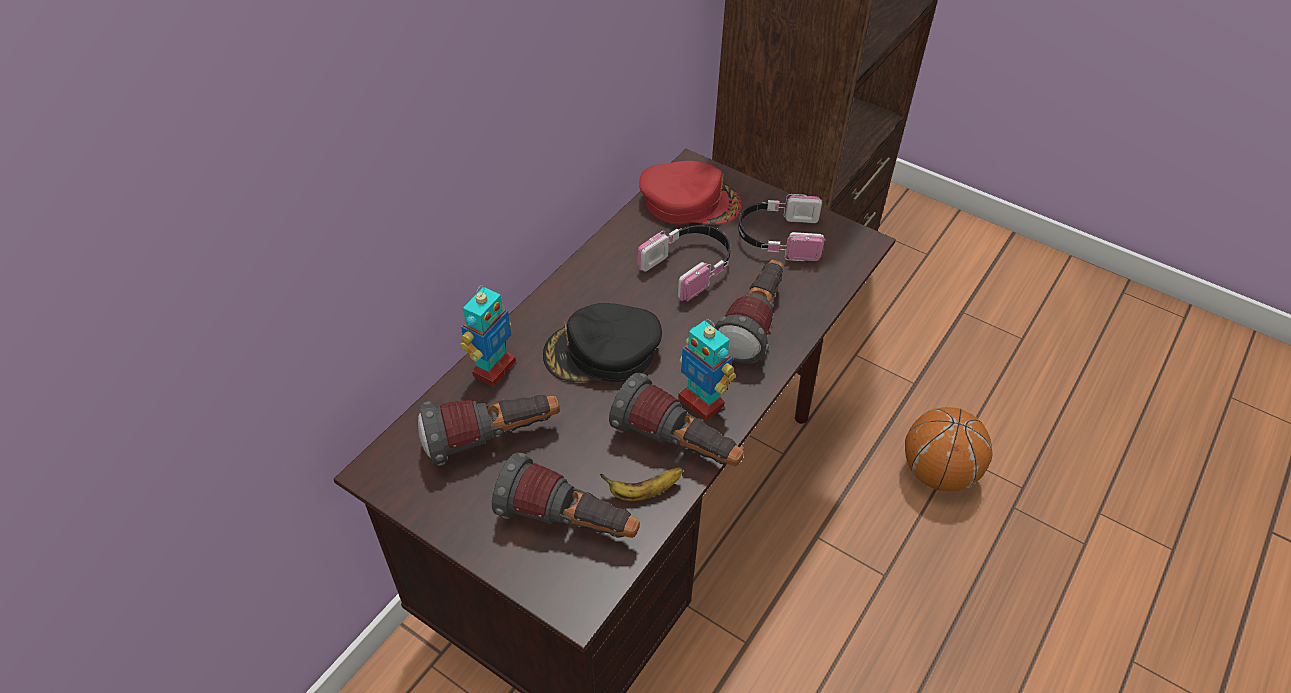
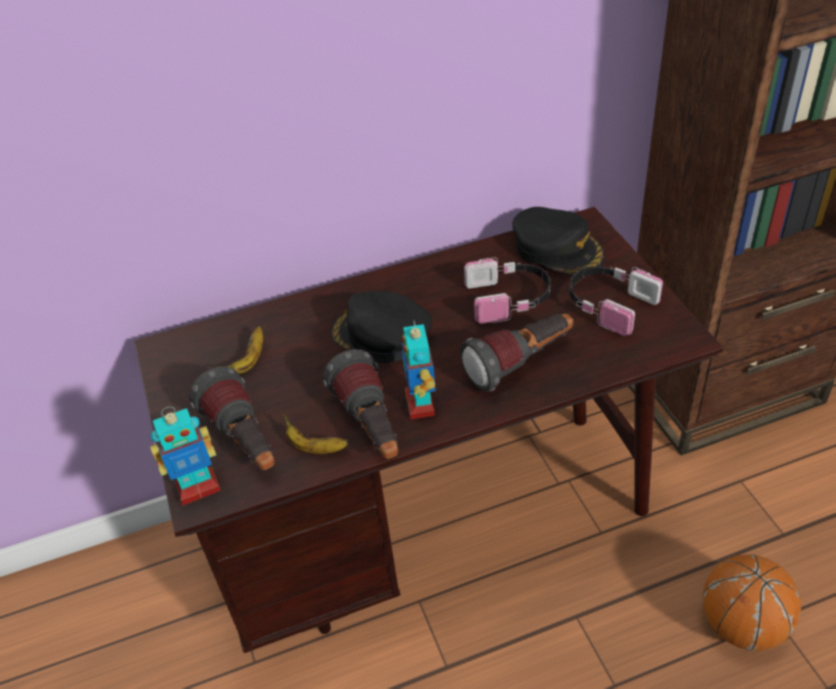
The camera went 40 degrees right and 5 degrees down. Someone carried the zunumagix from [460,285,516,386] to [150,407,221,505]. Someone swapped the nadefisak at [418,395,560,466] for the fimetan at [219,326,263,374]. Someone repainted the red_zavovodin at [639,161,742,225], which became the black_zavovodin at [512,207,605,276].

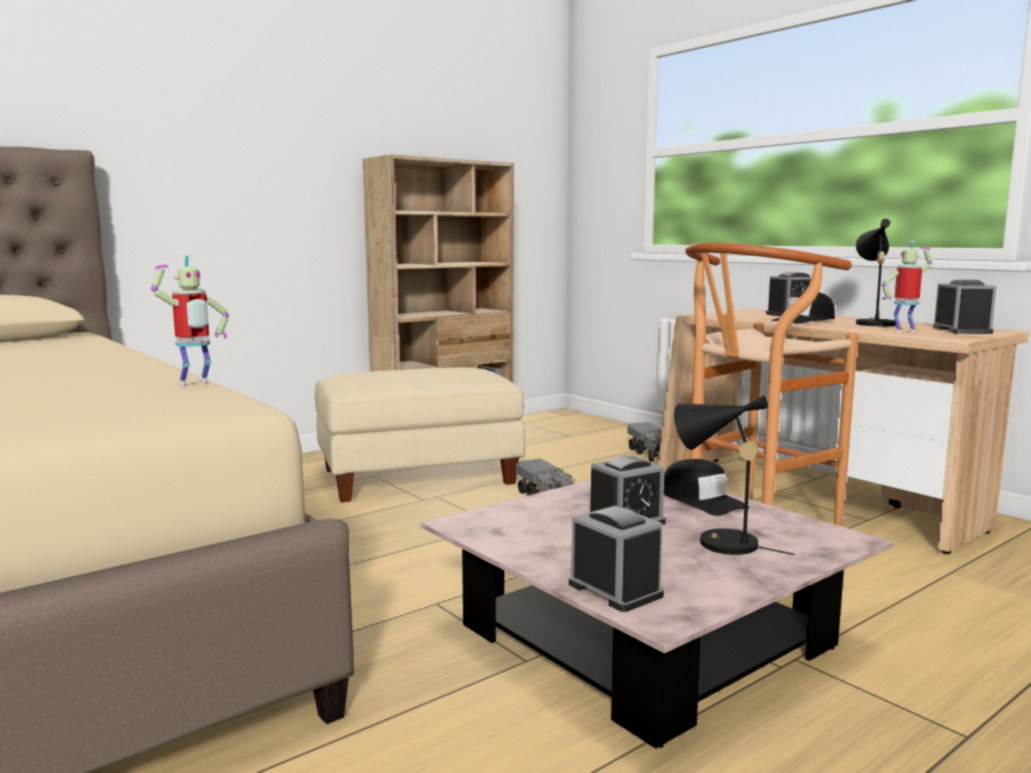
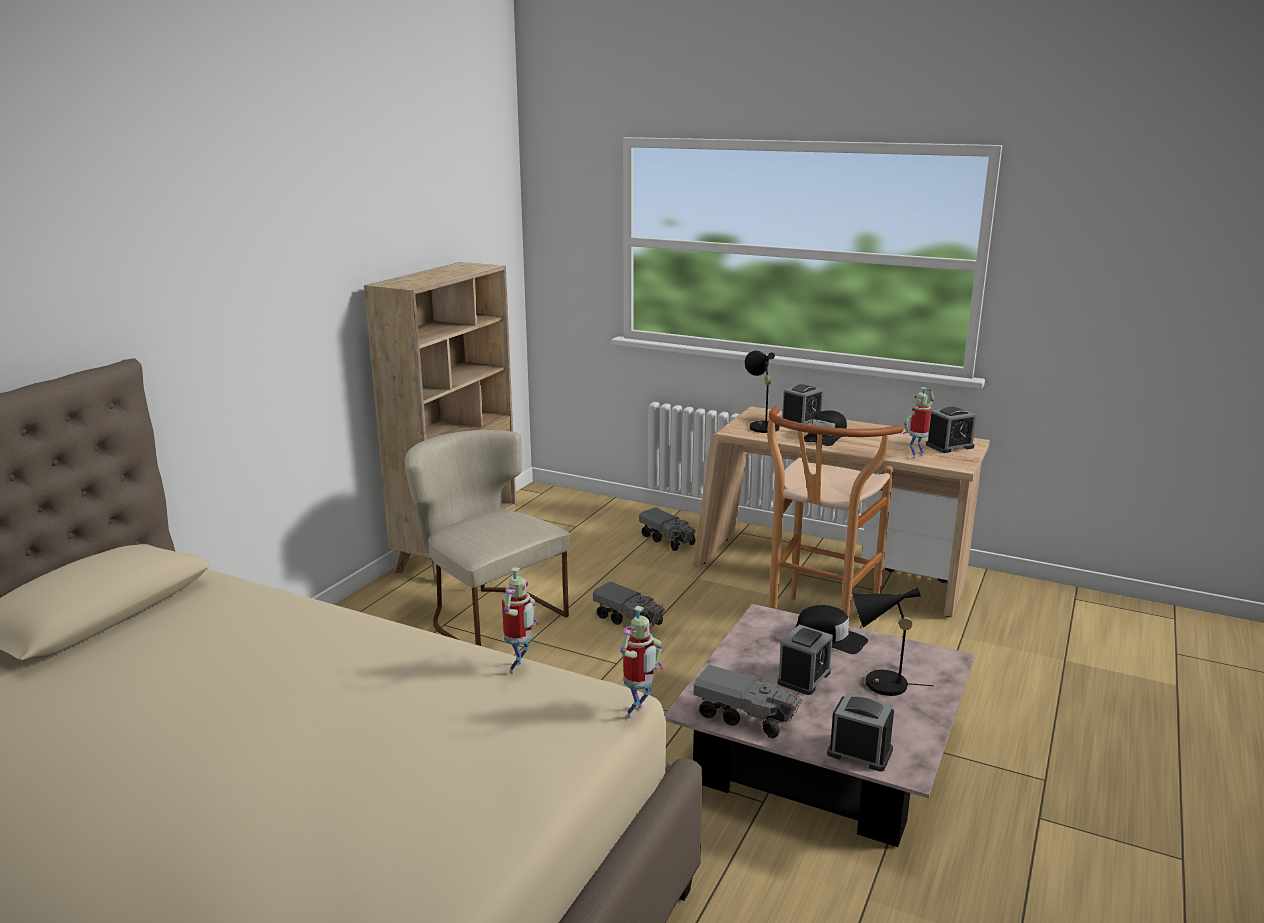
The camera went 25 degrees left and 10 degrees up. Someone swapped the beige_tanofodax at [315,367,525,502] for the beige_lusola at [405,430,570,646]. Someone put down the zunumagix at [620,606,663,719]. Someone put down the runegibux at [694,665,802,738]. Someone carried the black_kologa from [856,219,896,328] to [745,351,779,438]. Someone rotated the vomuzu at [933,280,997,334] by 90 degrees clockwise.

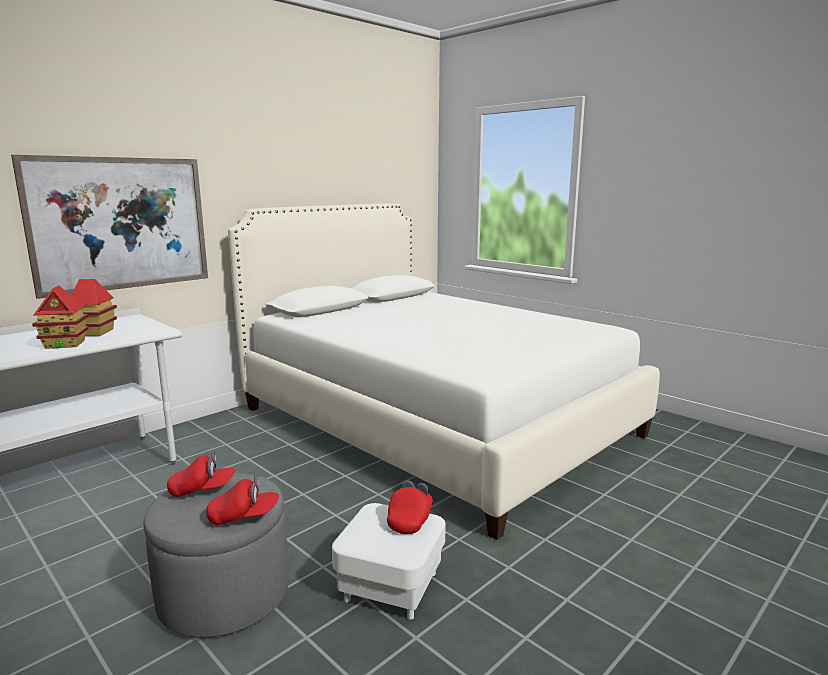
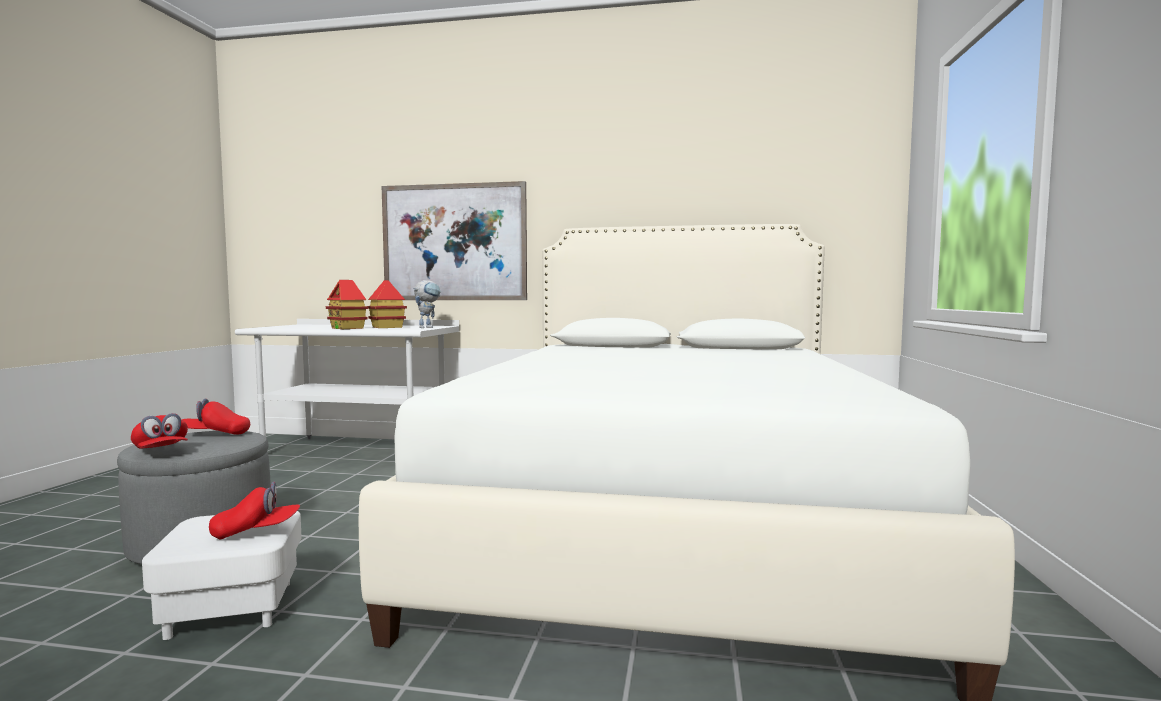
The camera went 55 degrees right and 10 degrees down. Someone rotated the red_zavovodin at [167,451,235,497] by 120 degrees clockwise. Someone put down the zunumagix at [413,280,441,328].

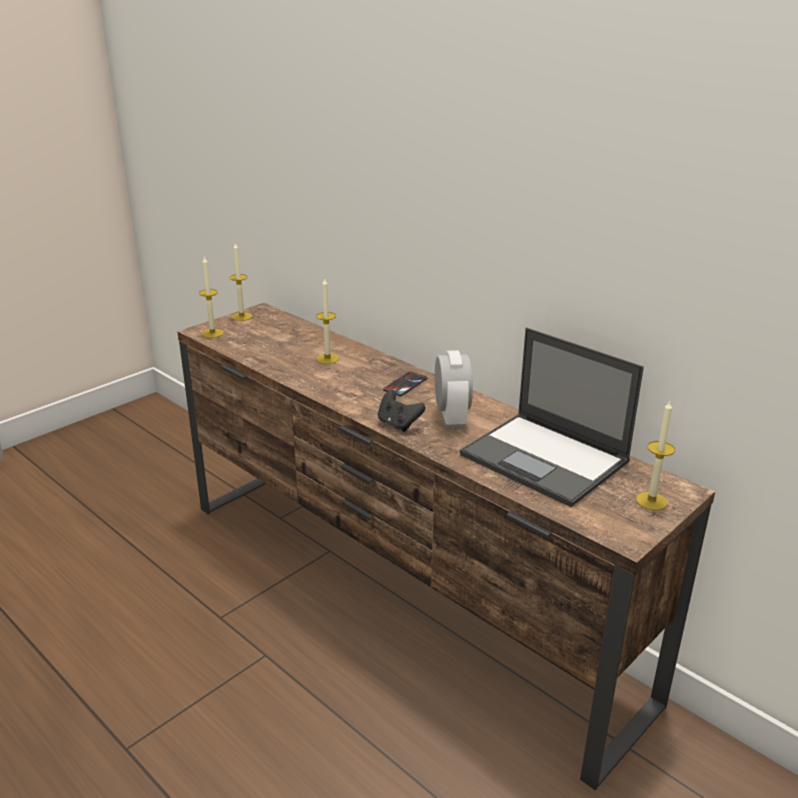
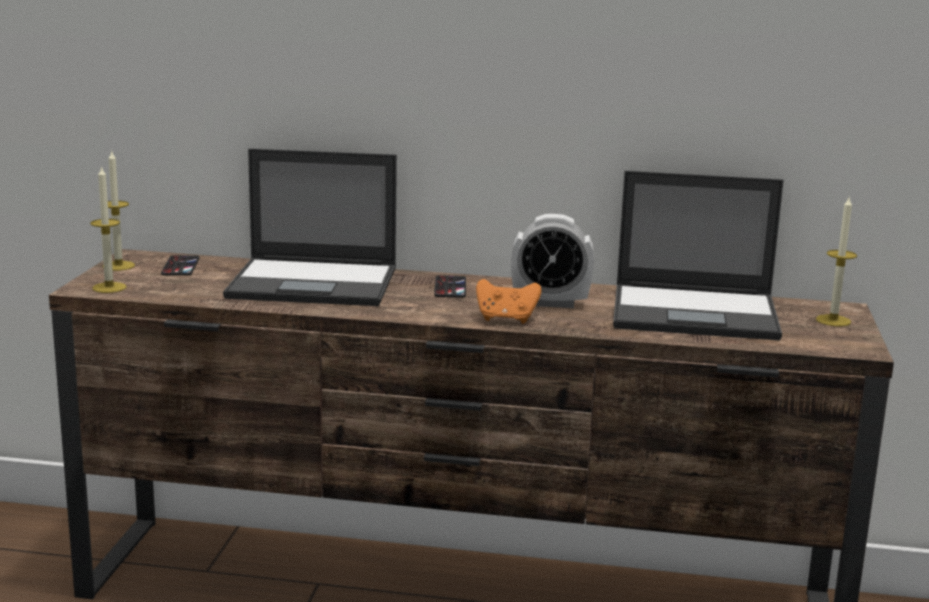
The camera went 35 degrees left and 10 degrees down. Someone put down the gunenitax at [161,255,199,276]. Someone swapped the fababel at [316,278,339,364] for the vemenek at [223,149,397,306]. Someone repainted the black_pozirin at [378,390,425,432], which became the orange_pozirin at [476,279,542,324]. Someone rotated the vomuzu at [435,350,473,427] by 135 degrees clockwise.

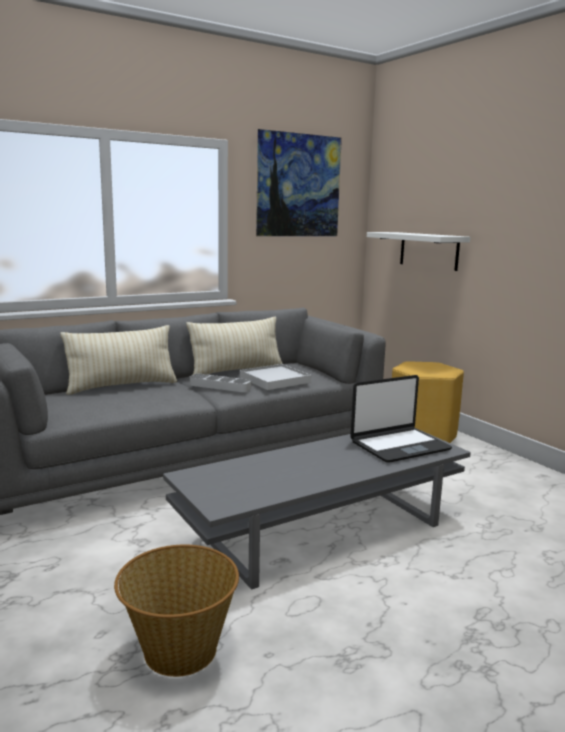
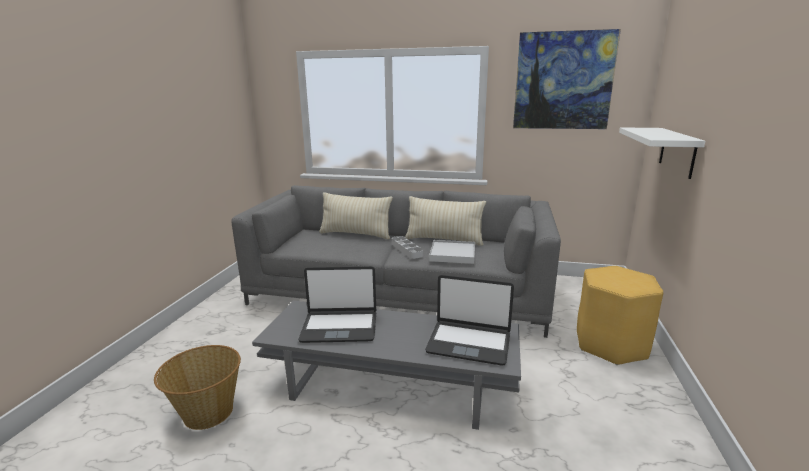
The camera went 45 degrees right and 5 degrees up. Someone put down the vemenek at [298,266,376,343].

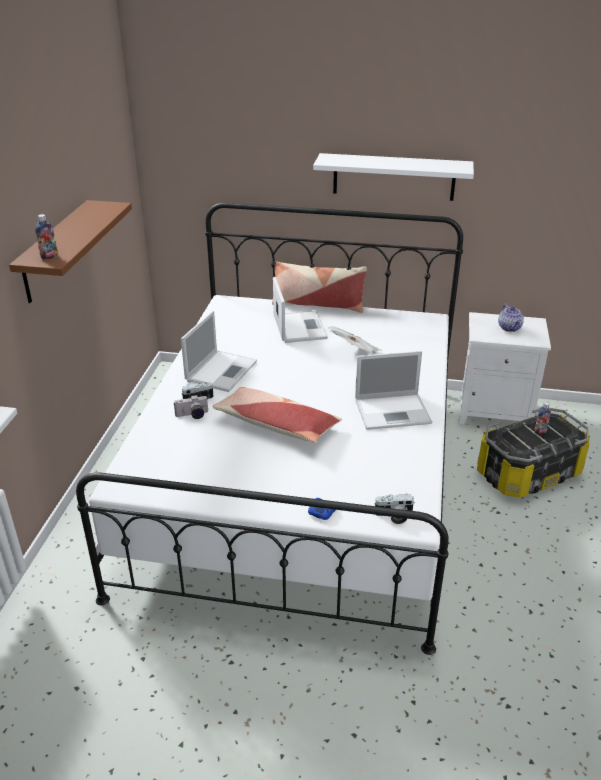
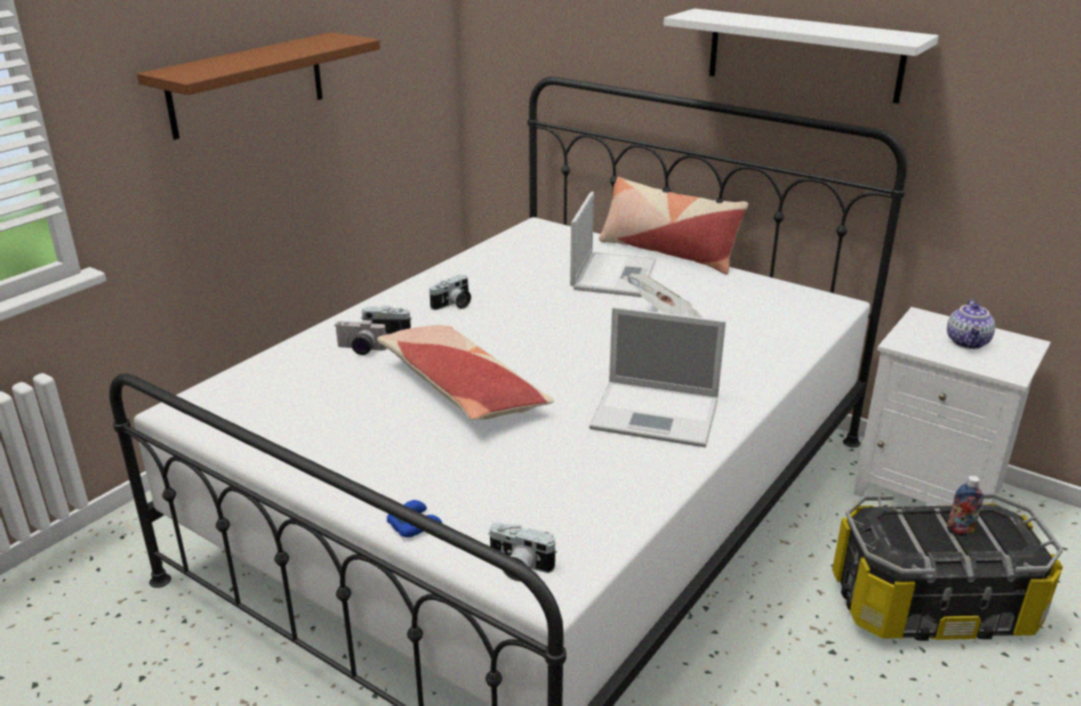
The camera went 25 degrees right and 5 degrees down. Someone swapped the vemenek at [181,311,257,392] for the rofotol at [429,274,471,310]. Someone took away the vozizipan at [35,214,58,260].

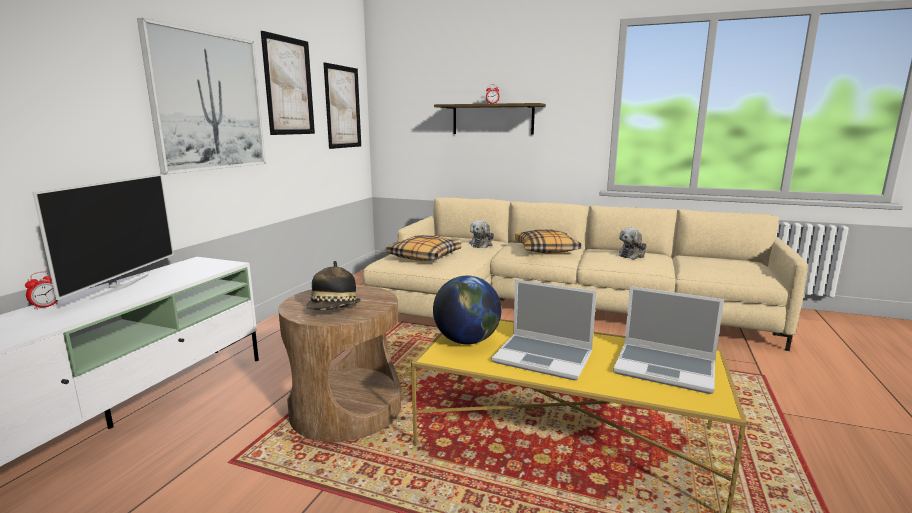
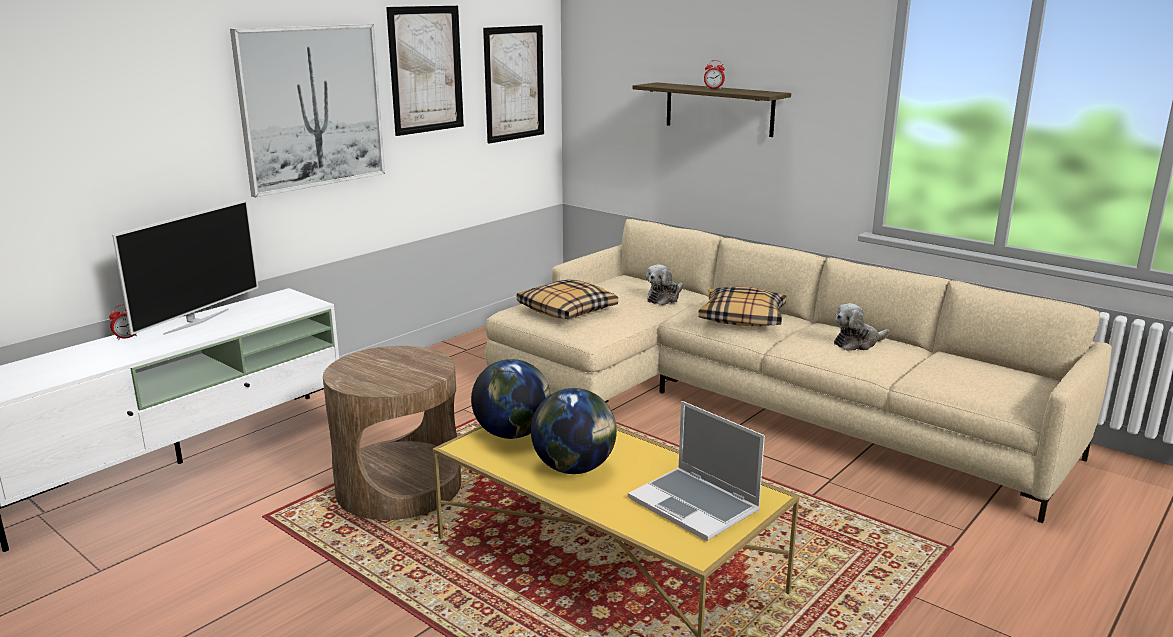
The camera went 20 degrees right and 5 degrees up. Someone swapped the vemenek at [492,279,597,381] for the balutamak at [531,388,617,474]. Someone took away the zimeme at [306,261,361,310].

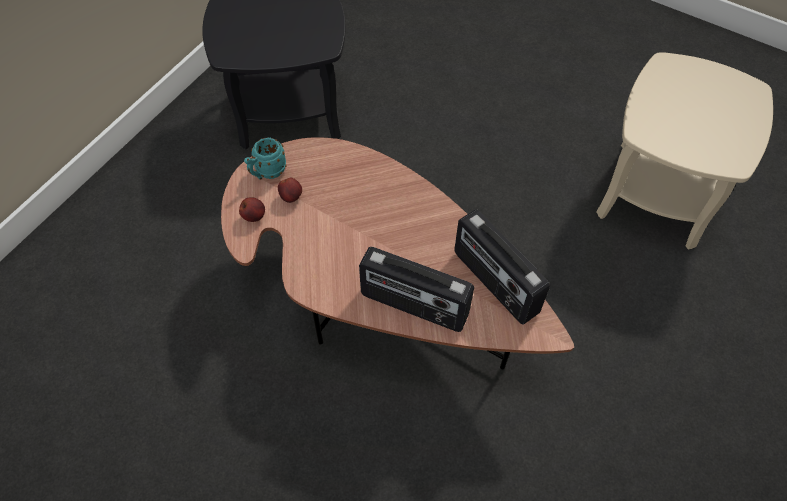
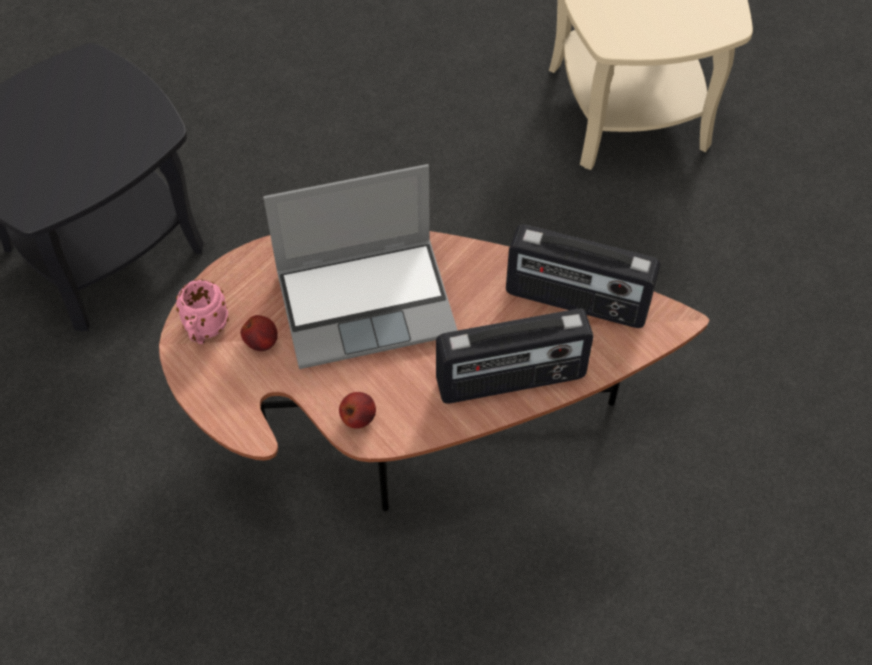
The camera went 35 degrees left and 0 degrees up. Someone repainted the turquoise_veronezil at [244,137,286,180], which became the pink_veronezil at [176,280,229,344]. Someone put down the vemenek at [263,164,458,369]. Someone carried the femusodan from [239,197,265,222] to [339,392,376,429].

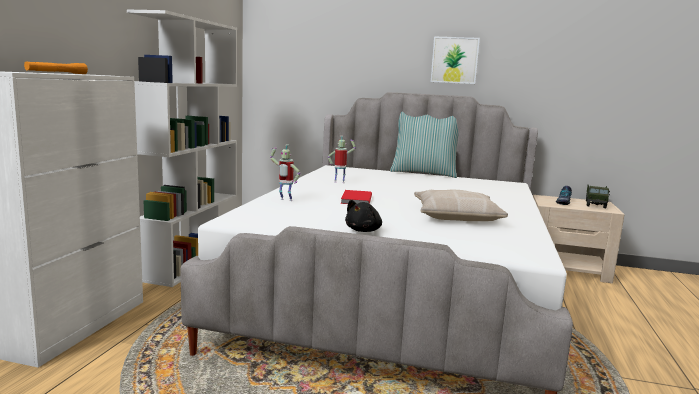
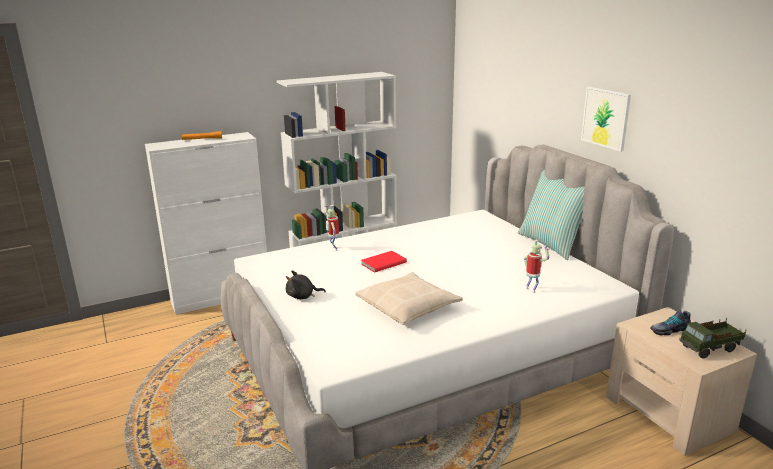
The camera went 50 degrees right and 10 degrees up. Someone carried the zunumagix from [328,136,356,183] to [524,240,550,293].

